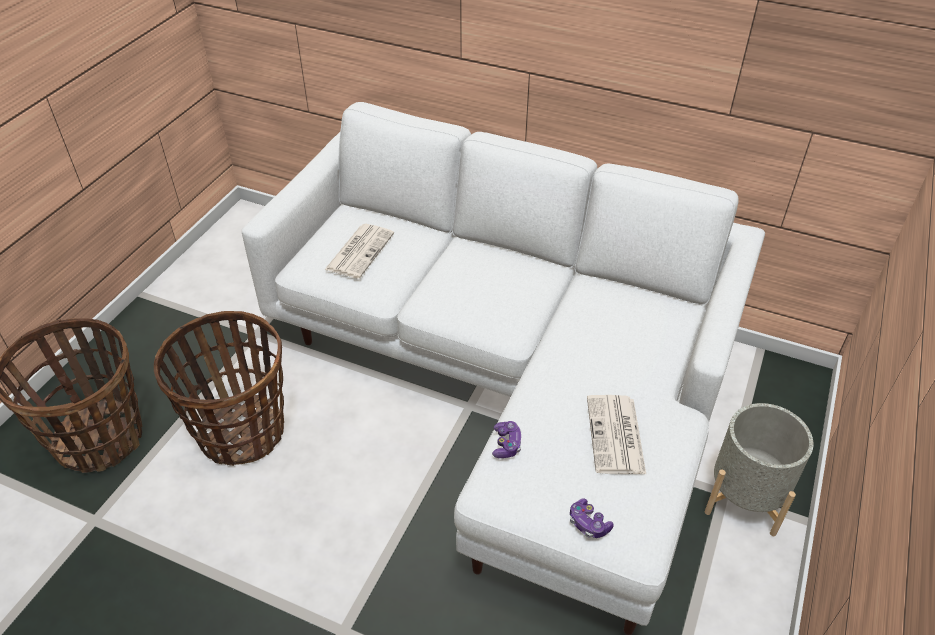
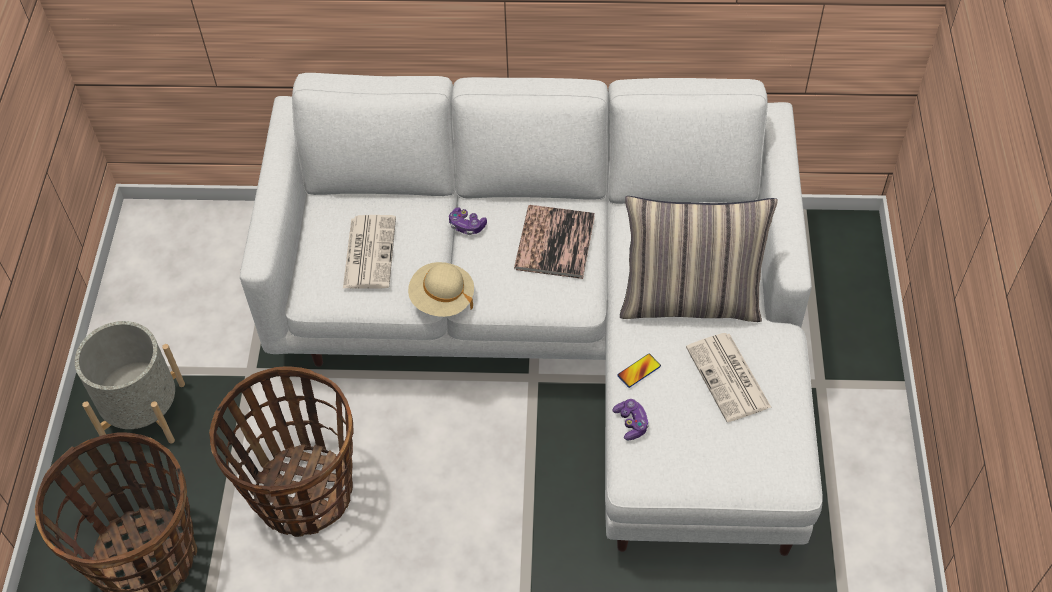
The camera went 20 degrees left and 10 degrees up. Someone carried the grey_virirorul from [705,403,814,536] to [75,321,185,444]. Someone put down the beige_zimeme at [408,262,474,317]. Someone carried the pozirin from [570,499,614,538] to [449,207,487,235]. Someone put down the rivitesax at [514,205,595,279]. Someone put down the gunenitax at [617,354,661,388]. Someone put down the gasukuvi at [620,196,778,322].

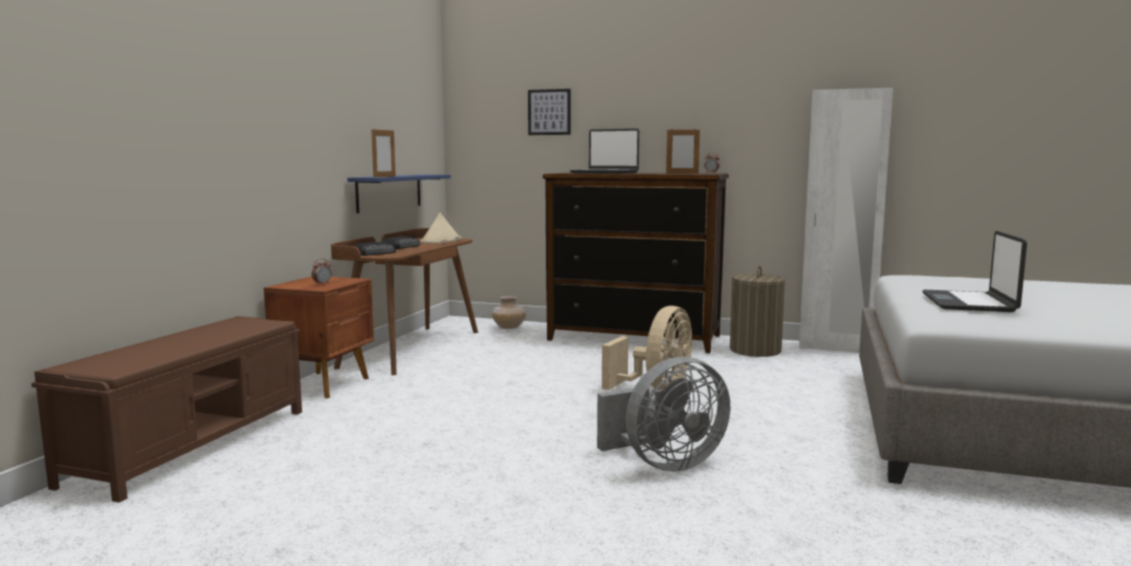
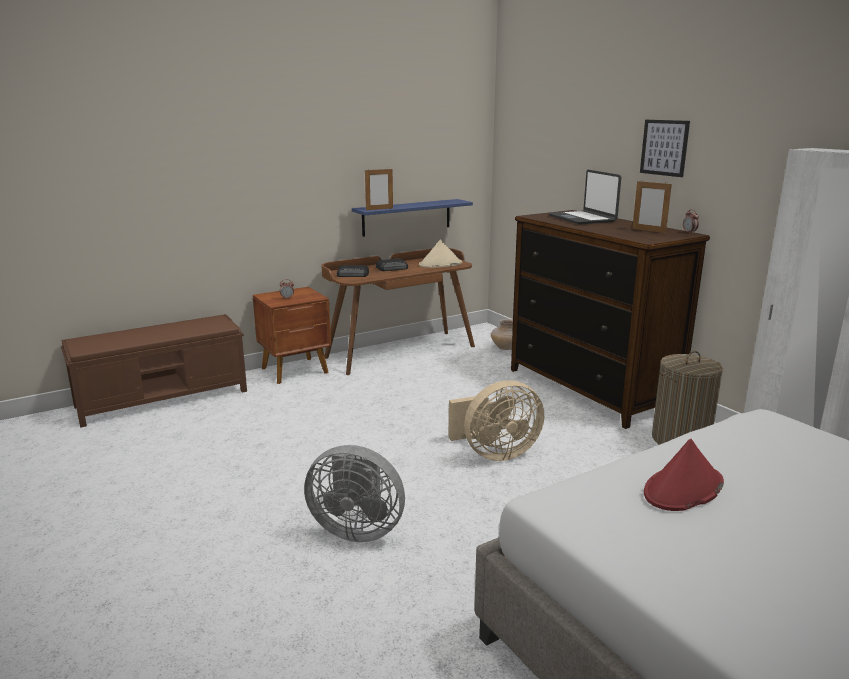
The camera went 40 degrees right and 10 degrees up. Someone carried the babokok from [528,89,571,135] to [640,120,690,177]. Someone swapped the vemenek at [922,231,1027,312] for the red_zimeme at [644,439,724,511].

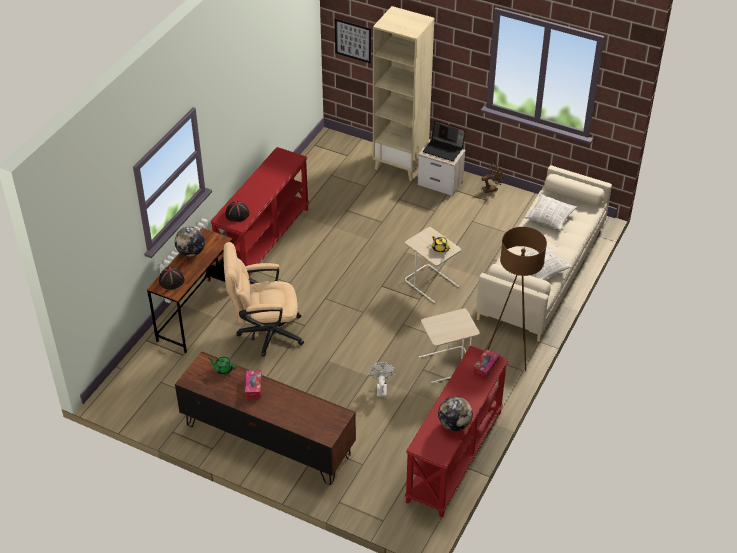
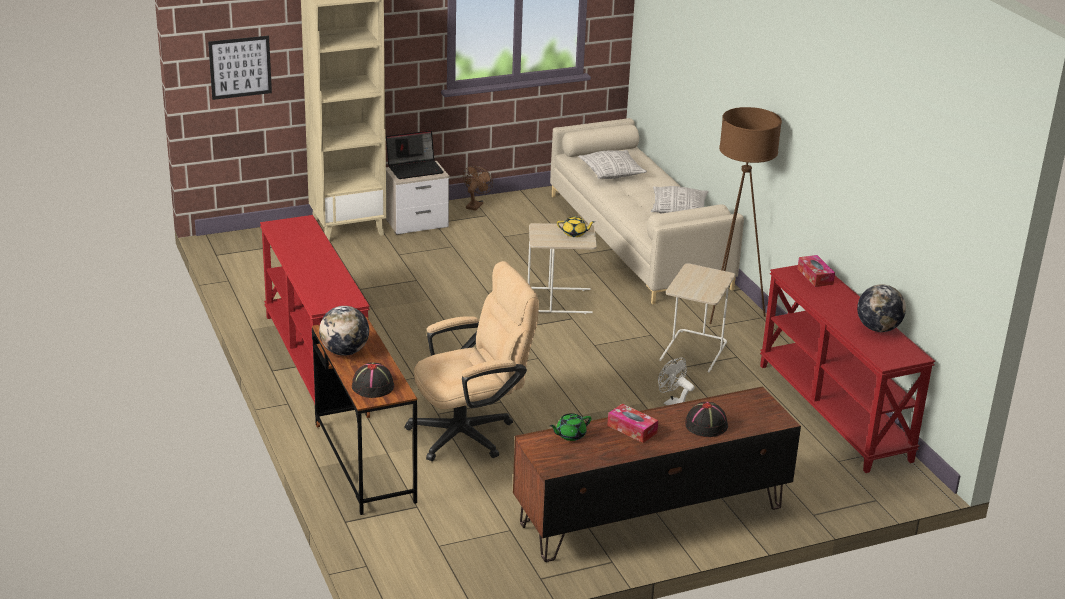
The camera went 50 degrees left and 15 degrees down. Someone rotated the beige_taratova at [223,242,304,357] by 150 degrees counterclockwise. Someone carried the black_zimeme from [225,201,250,222] to [685,402,728,437].

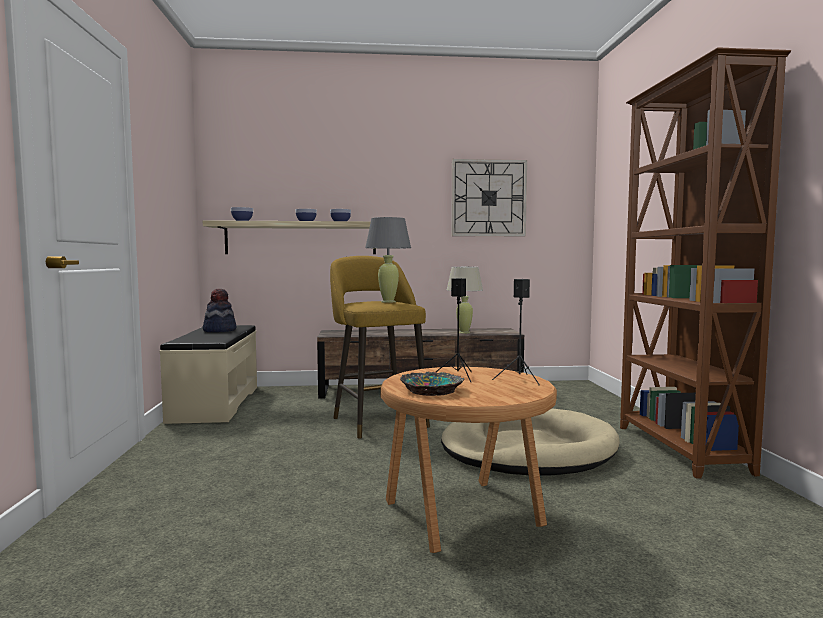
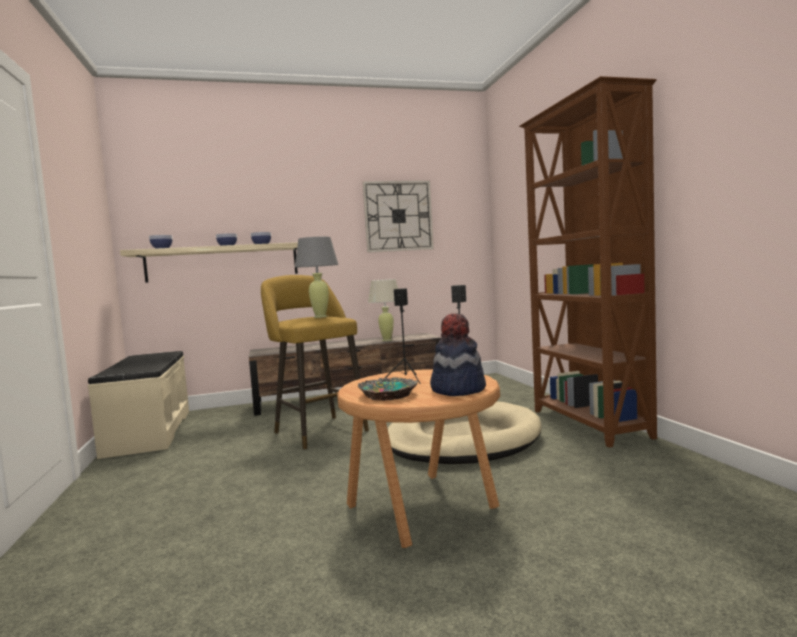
The camera went 10 degrees left and 0 degrees up. Someone carried the zimeme from [203,289,236,332] to [430,313,486,396].

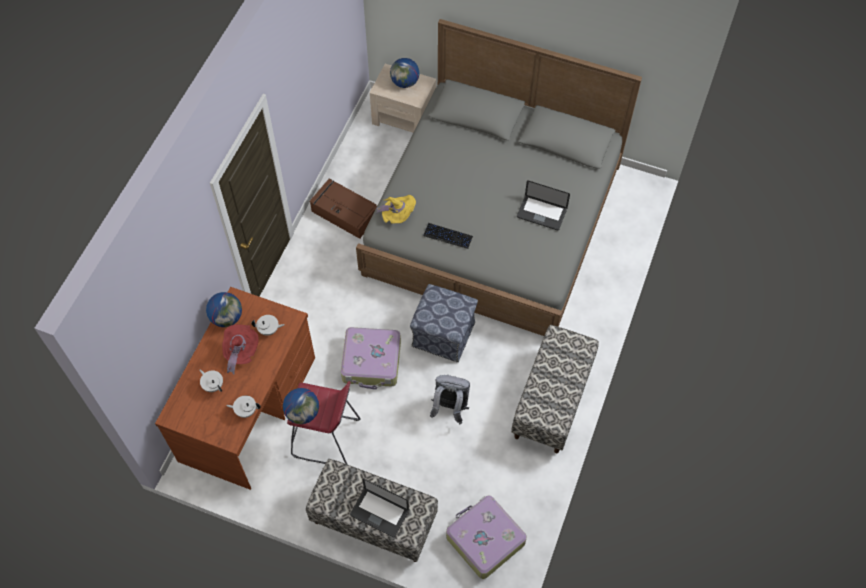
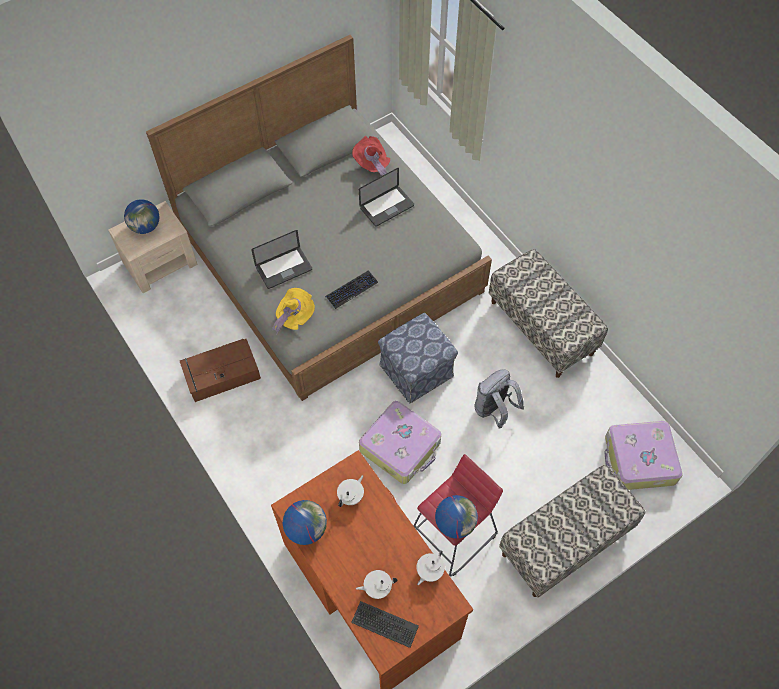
The camera went 55 degrees left and 0 degrees up. Someone carried the vemenek from [350,478,409,537] to [251,230,312,289]. Someone put down the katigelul at [351,601,419,648]. Someone carried the red_zimeme from [222,324,259,375] to [352,136,390,176].

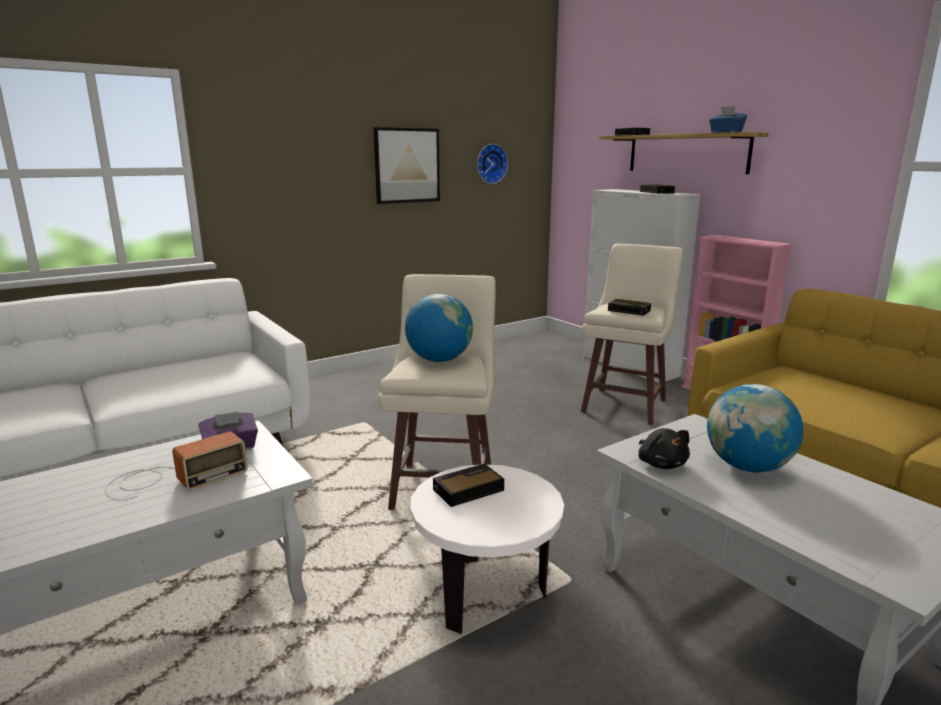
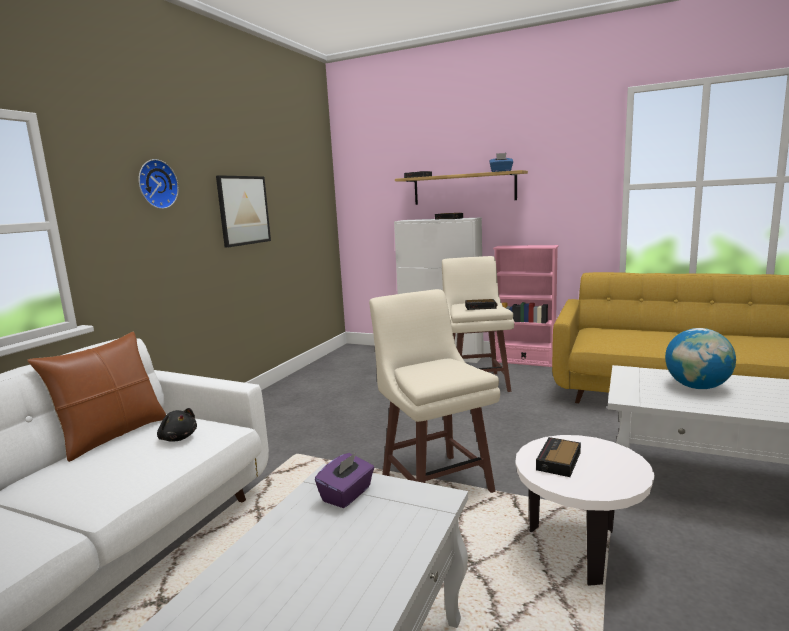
The camera went 30 degrees left and 5 degrees down. Someone put down the brown_gasukuvi at [27,332,166,462]. Someone carried the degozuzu from [477,144,508,184] to [138,159,179,209]. Someone carried the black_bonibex from [638,428,690,469] to [157,408,197,442]. Someone took away the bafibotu at [105,431,248,501]. Someone took away the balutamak at [405,294,473,362].

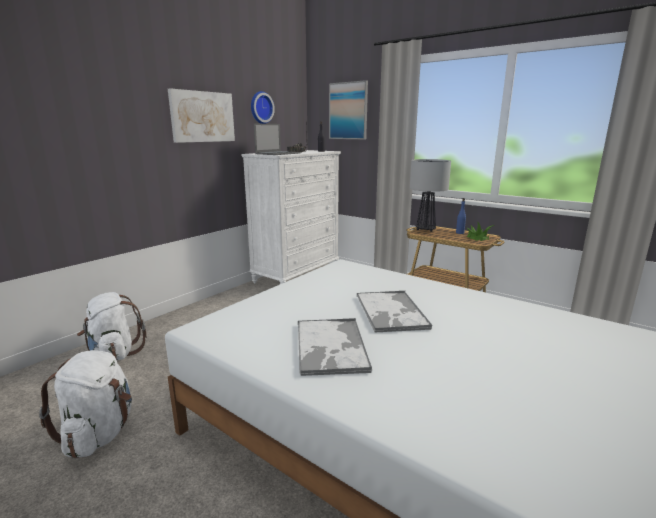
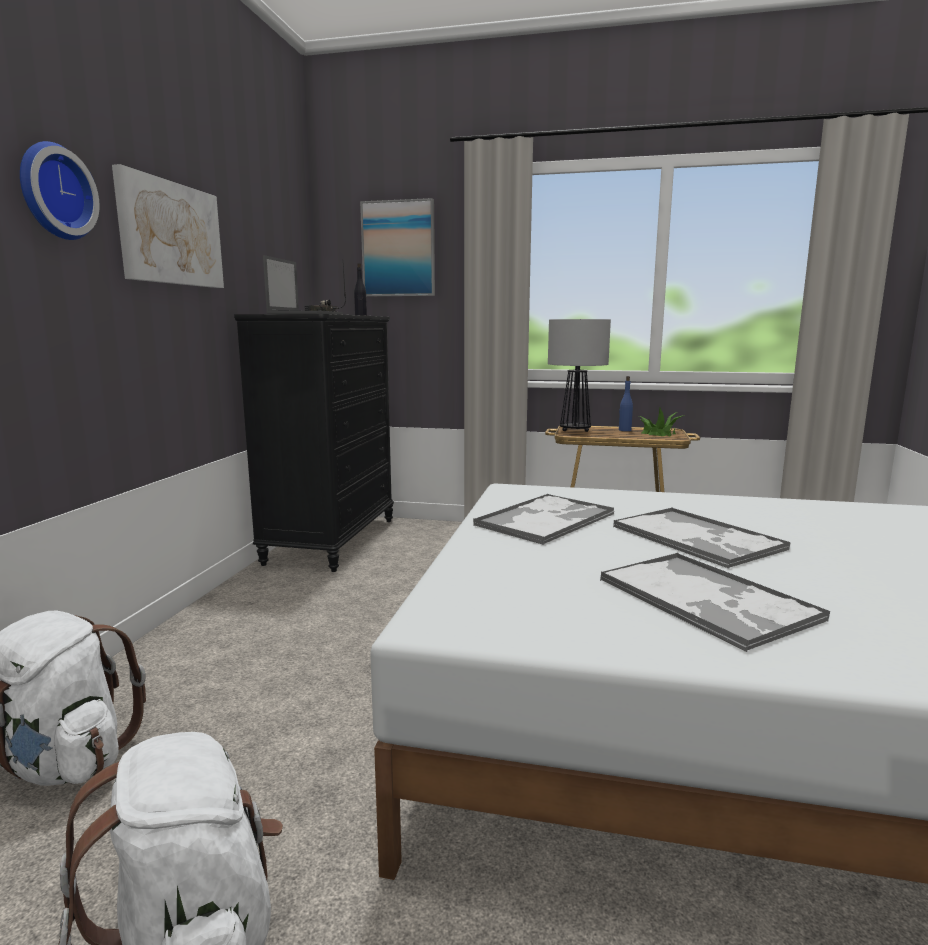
The camera went 25 degrees left and 5 degrees down. Someone carried the degozuzu from [251,91,275,124] to [20,141,100,240]. Someone repainted the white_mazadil at [241,150,341,284], which became the black_mazadil at [234,314,394,572]. Someone put down the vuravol at [473,494,615,545].

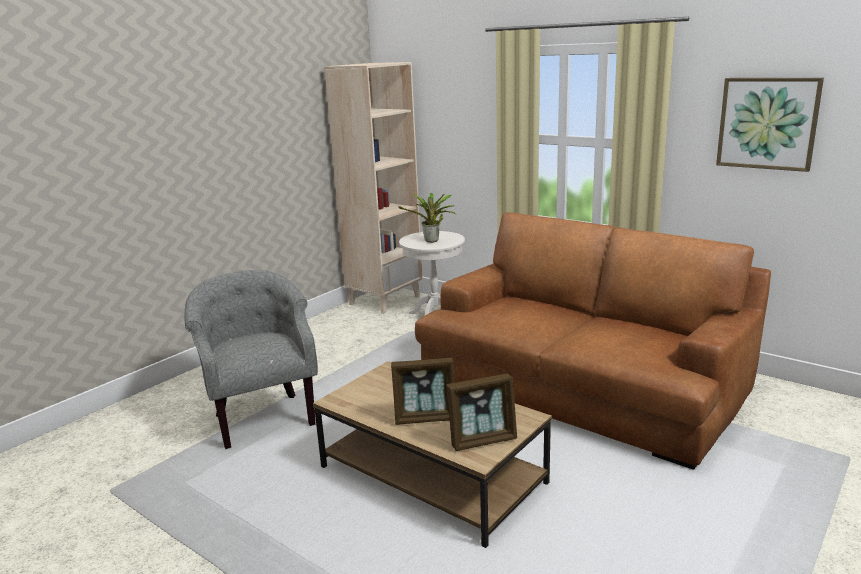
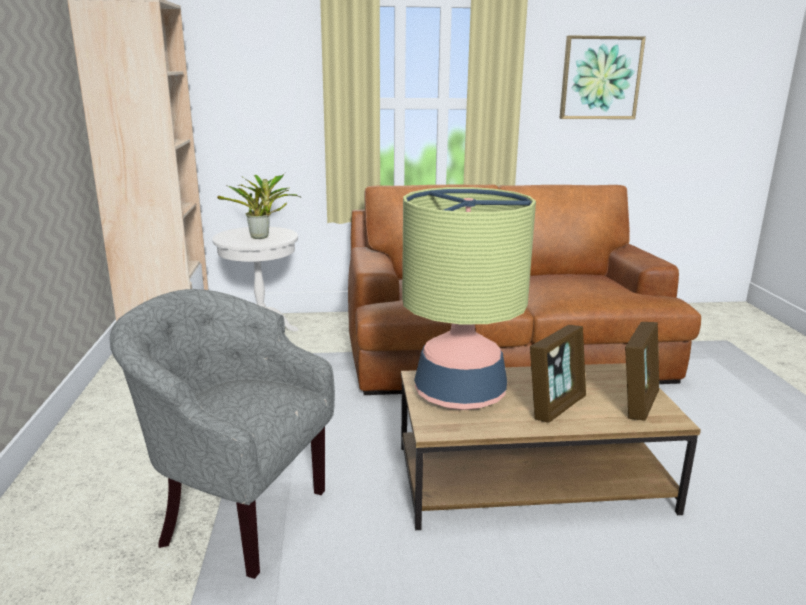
The camera went 45 degrees left and 0 degrees up. Someone put down the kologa at [402,187,536,410].

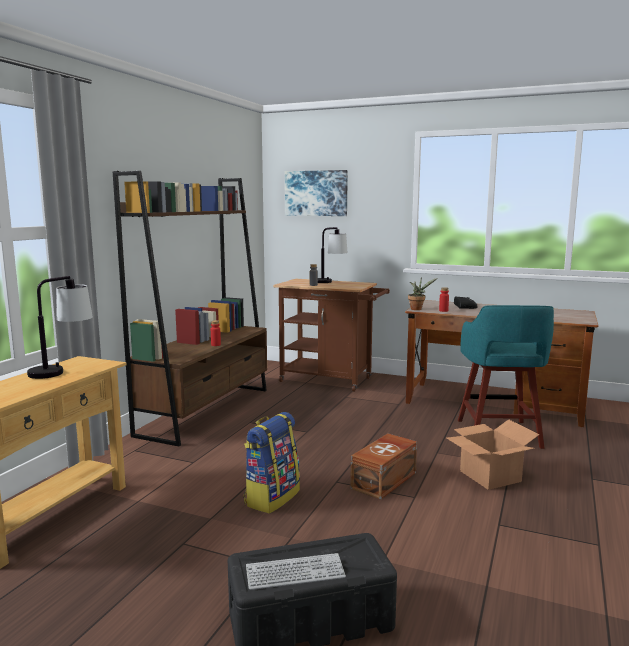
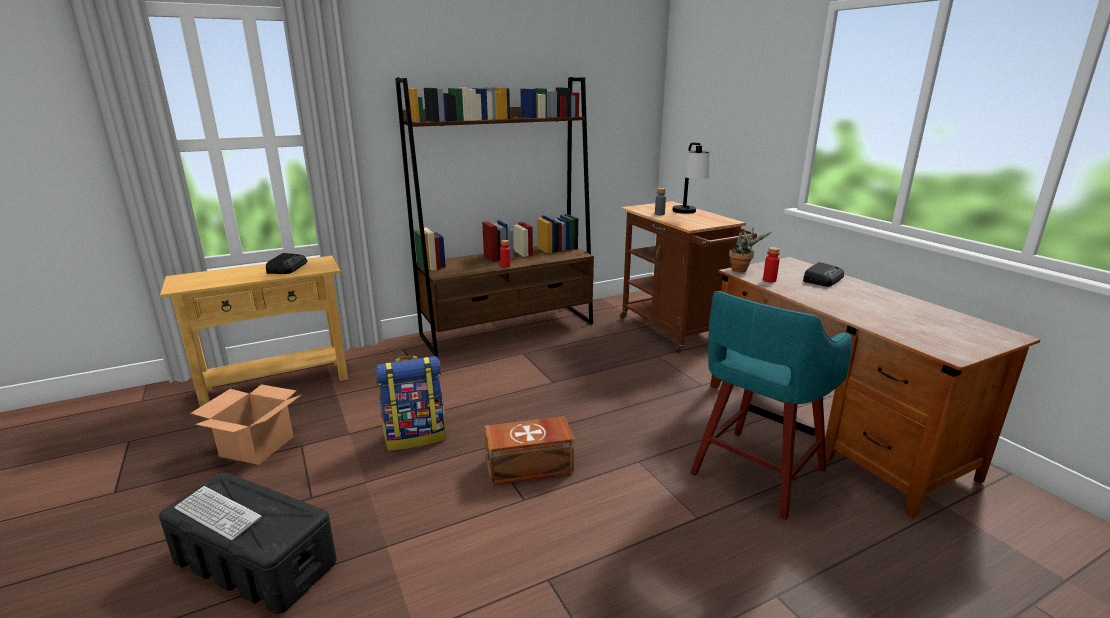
The camera went 40 degrees right and 10 degrees up. Someone carried the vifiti from [447,419,540,490] to [190,384,301,465]. Someone swapped the kologa at [27,276,93,379] for the bafibotu at [266,253,307,274]. Someone took away the babokok at [285,170,348,216].

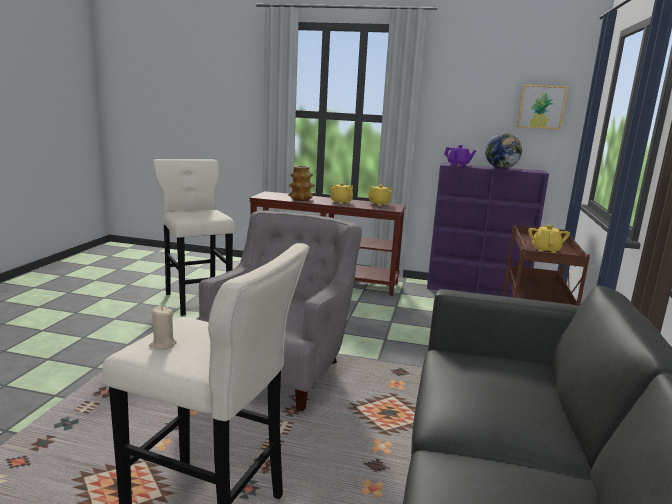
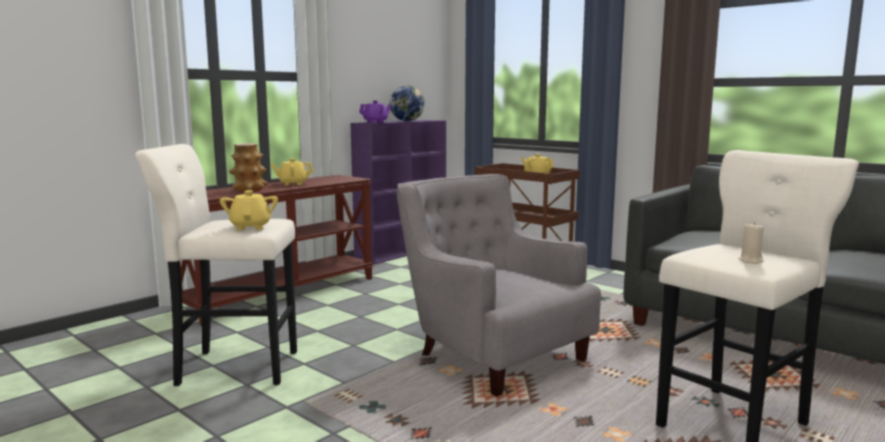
The camera went 60 degrees left and 5 degrees down. Someone carried the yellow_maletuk from [368,185,392,206] to [220,190,278,230]. Someone took away the babokok at [517,85,568,129].

